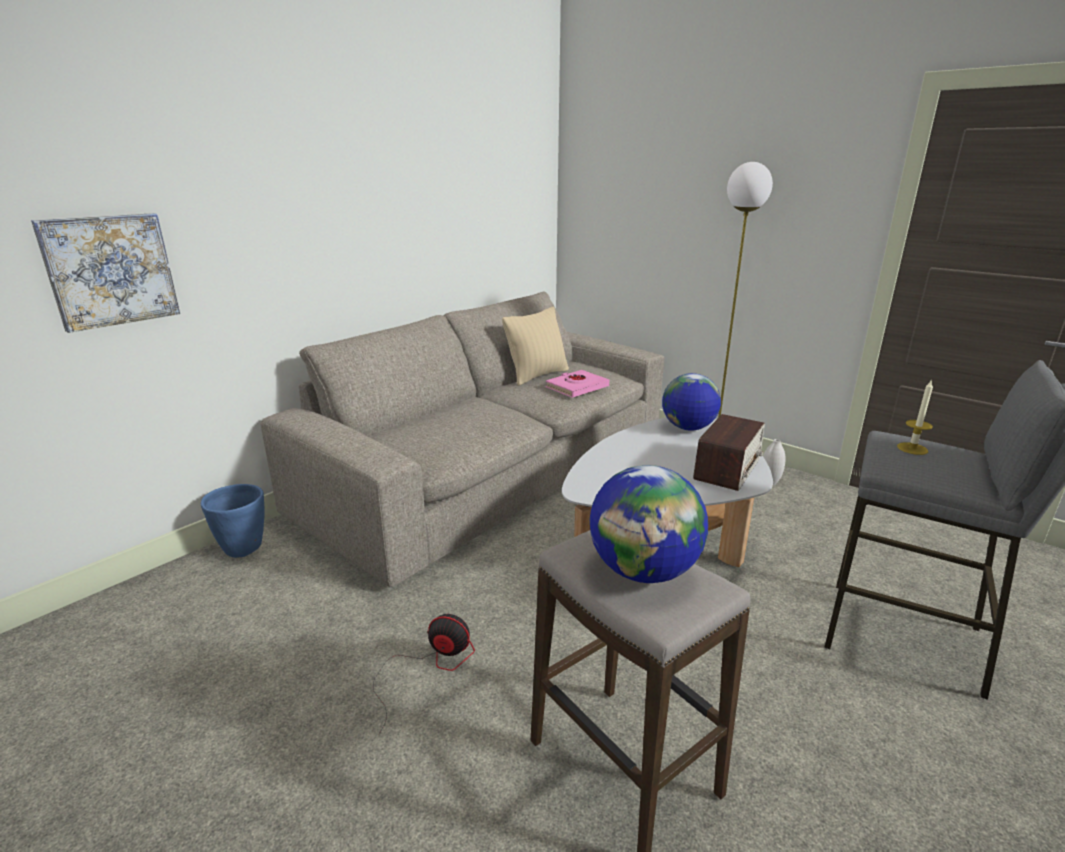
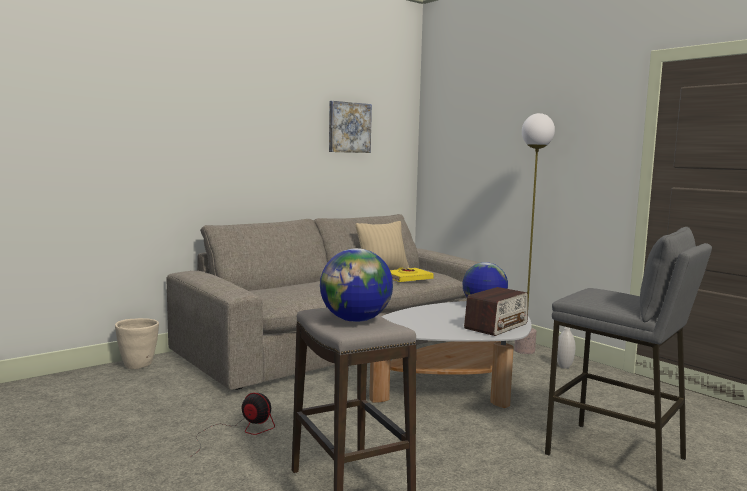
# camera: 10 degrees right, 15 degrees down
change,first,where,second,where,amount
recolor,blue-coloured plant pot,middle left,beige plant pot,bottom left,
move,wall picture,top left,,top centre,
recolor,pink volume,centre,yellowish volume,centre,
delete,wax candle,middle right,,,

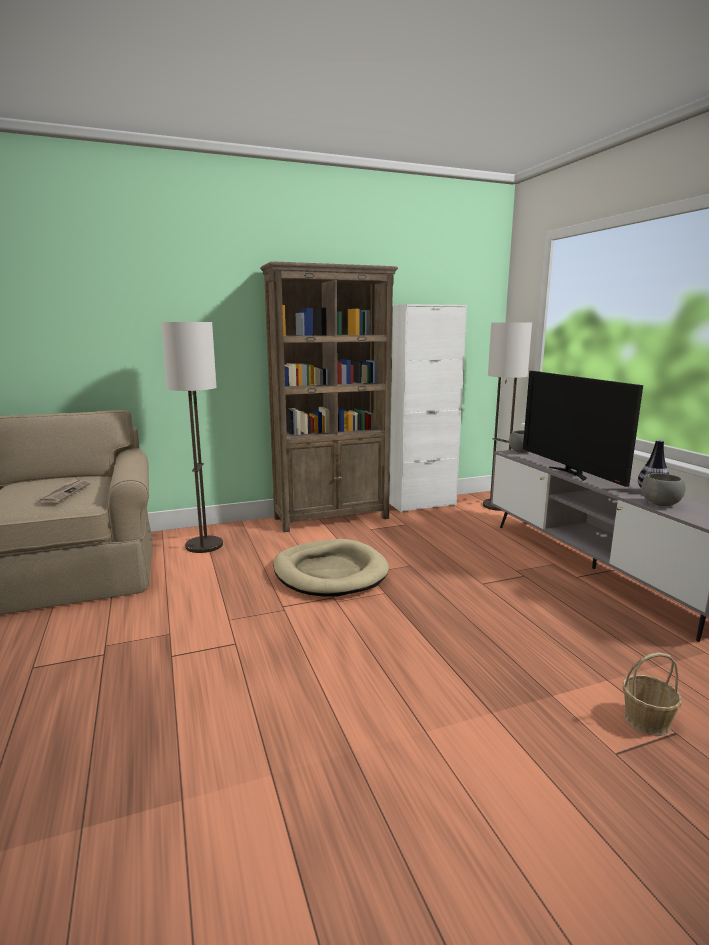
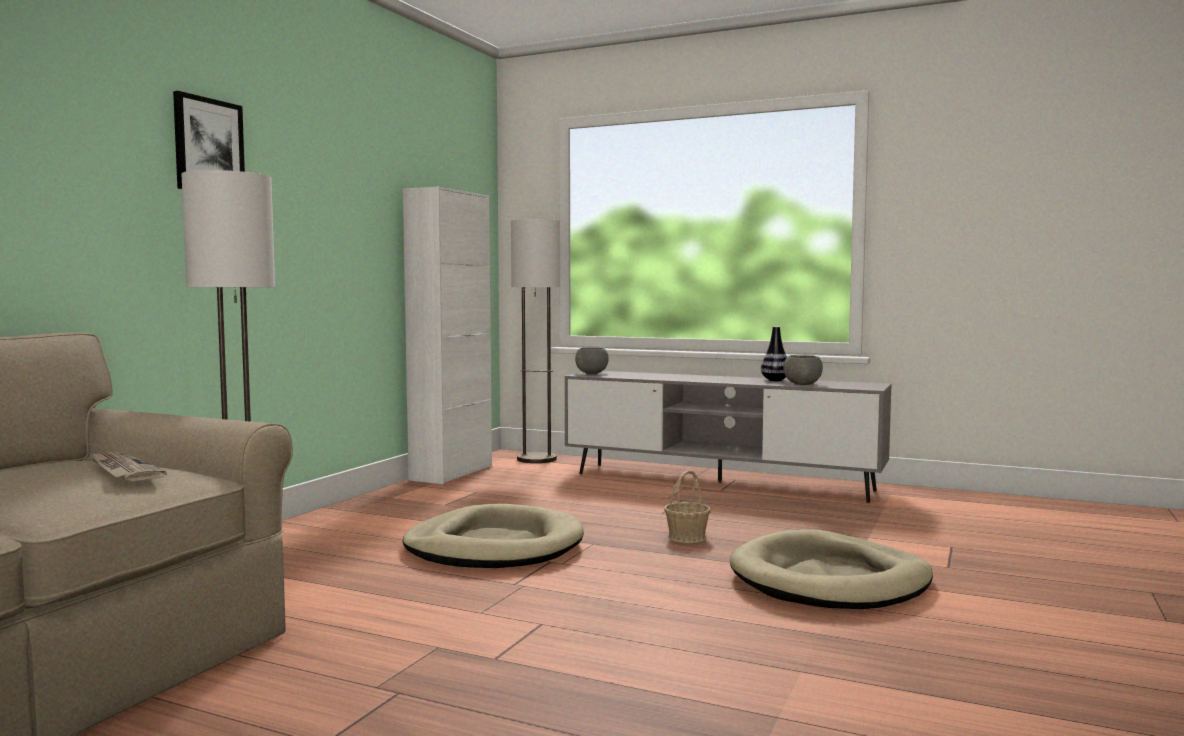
# camera: 45 degrees left, 10 degrees down
change,first,where,second,where,amount
insert,,,wall picture,top left,
move,basket,bottom right,,bottom centre,
insert,,,beige dog bed (2nd from left),bottom right,
delete,brown bookcase,centre,,,
delete,TV set,middle right,,,

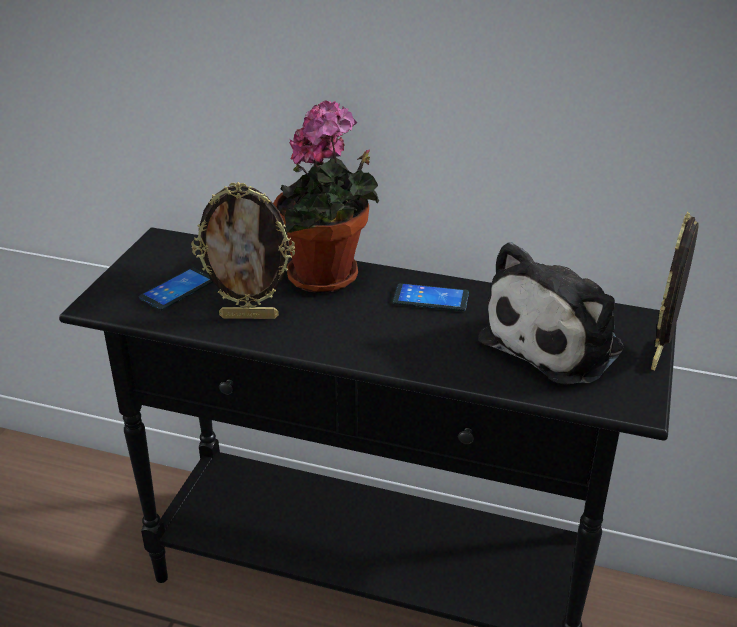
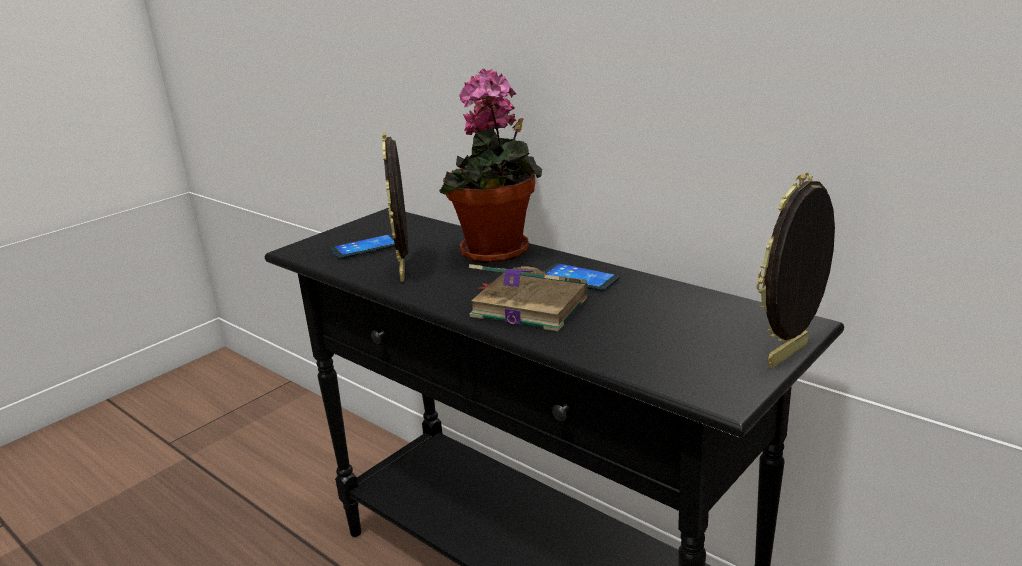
# camera: 25 degrees right, 10 degrees down
change,first,where,second,where,amount
rotate,photo frame (1st from left),middle left,,centre,60 degrees clockwise
insert,,,volume,centre,
delete,cuddly toy,middle right,,,

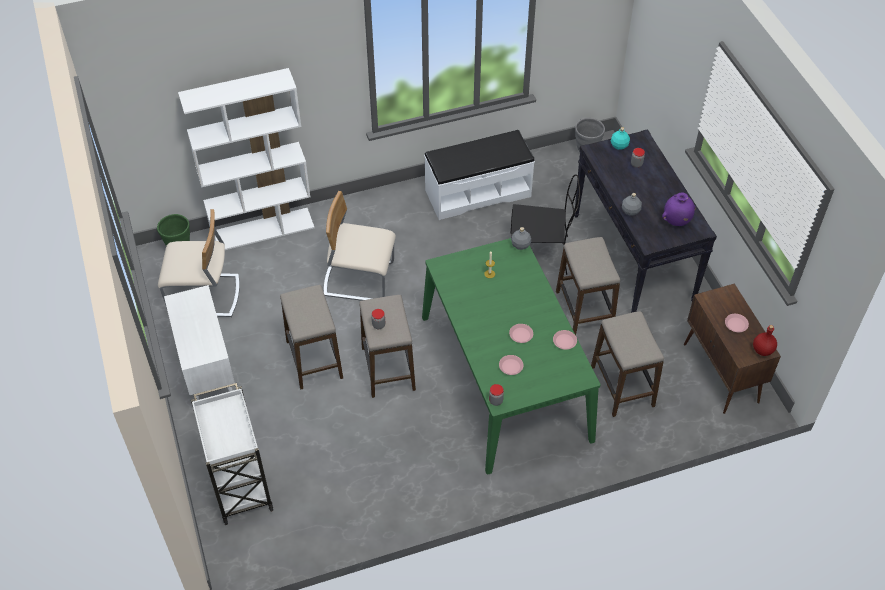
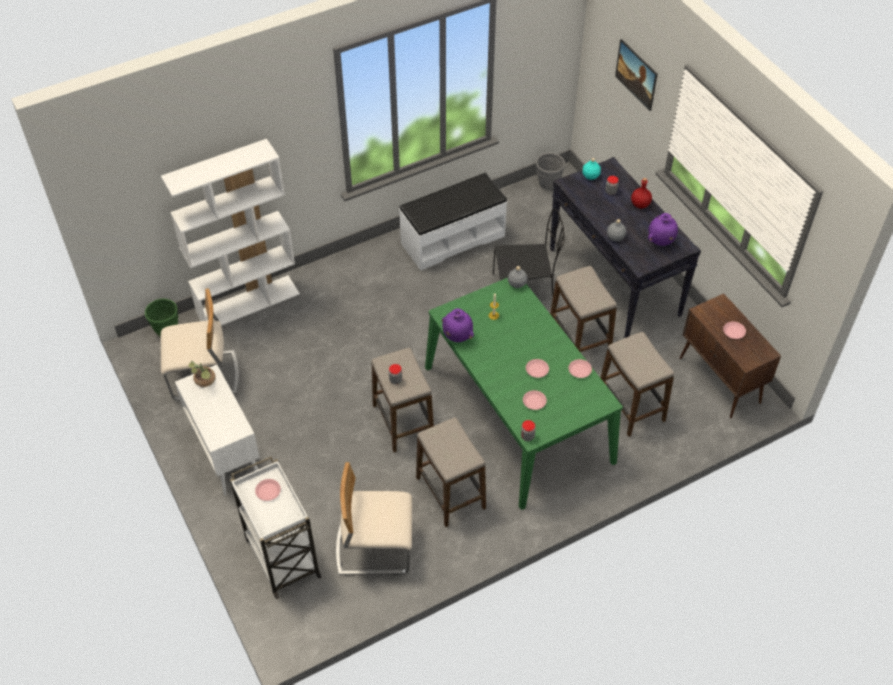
# camera: 10 degrees left, 0 degrees up
change,first,where,second,where,amount
insert,,,houseplant,middle left,
insert,,,pink flat dish (1st from left),bottom left,
move,beige upright chair (2nd from left),centre,,bottom centre,
move,stool seat (1st from left in the first image),centre,stool seat (2nd from left),bottom centre,
insert,,,purple decorative vase (1st from left),centre,
insert,,,wall picture,top right,
move,red-coloured drink bottle,middle right,,top right,

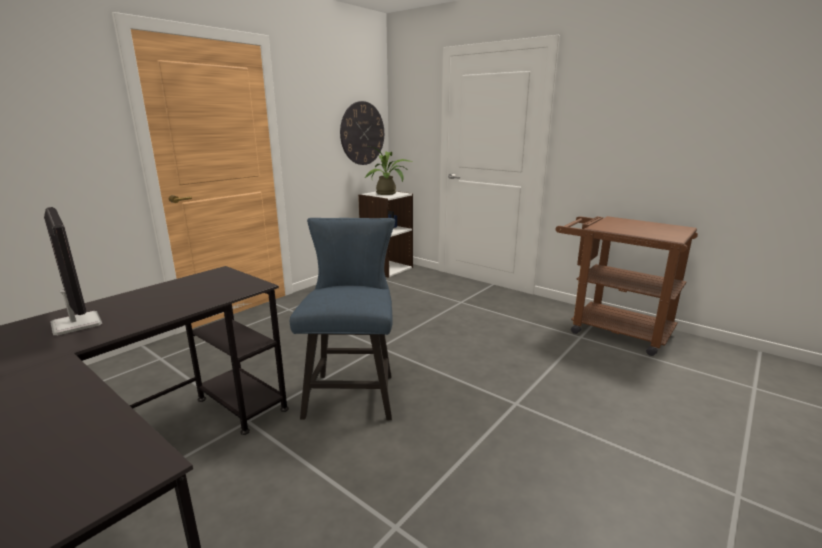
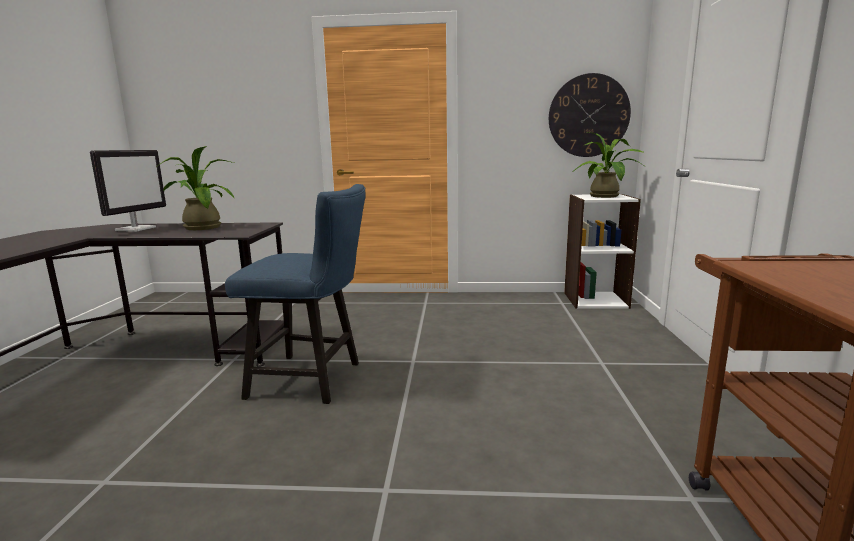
# camera: 55 degrees right, 5 degrees down
change,first,where,second,where,amount
insert,,,houseplant (1st from left),middle left,
rotate,blue-coloured upright chair,centre,,centre,45 degrees clockwise

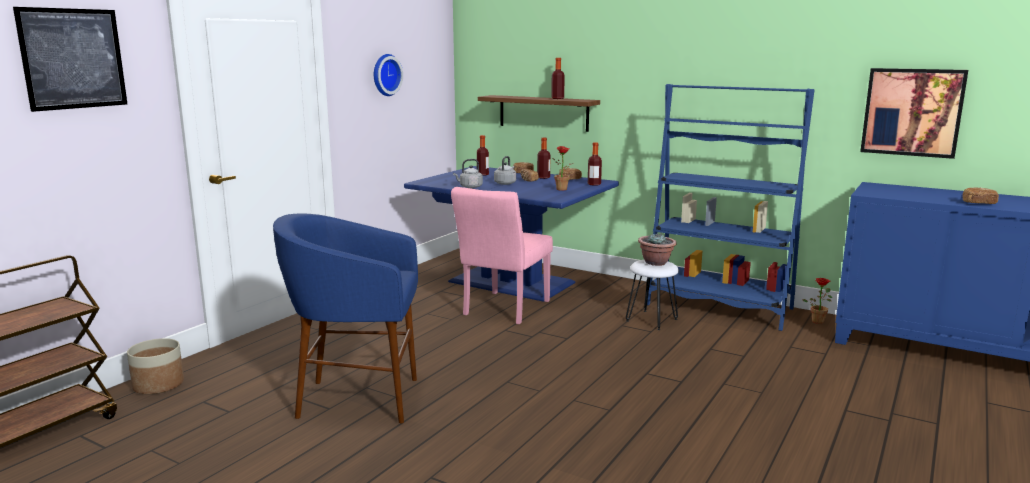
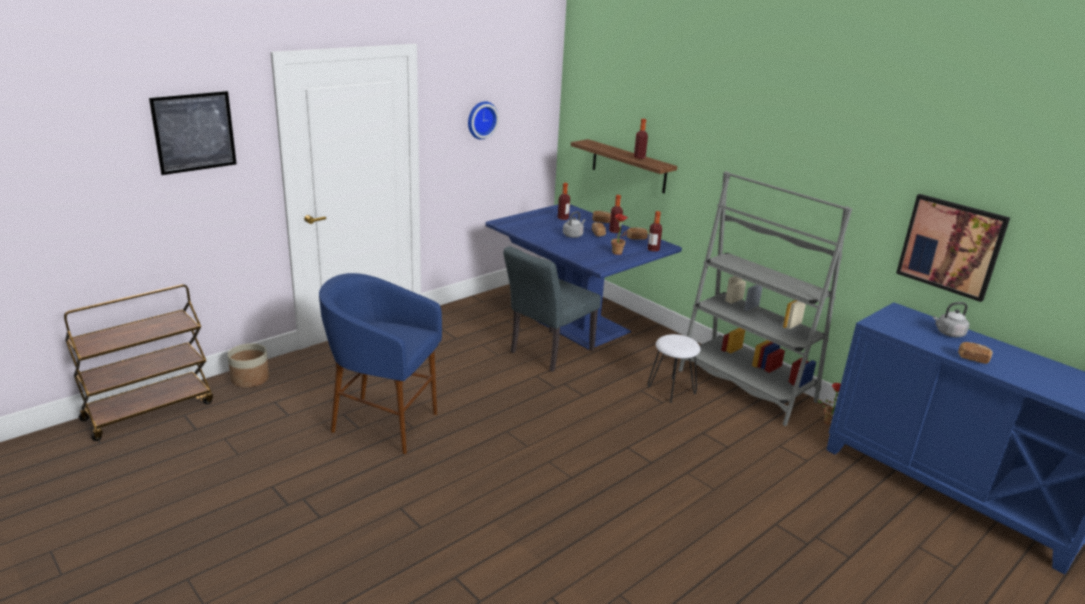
# camera: 15 degrees right, 10 degrees up
change,first,where,second,where,amount
recolor,pink upright chair,centre,greyish upright chair,centre,
recolor,blue-coloured bookcase,middle right,greyish bookcase,middle right,
move,greyish water kettle (1st from left in the first image),centre,greyish water kettle (2nd from left),middle right,
delete,houseplant (2nd from left),centre,,,

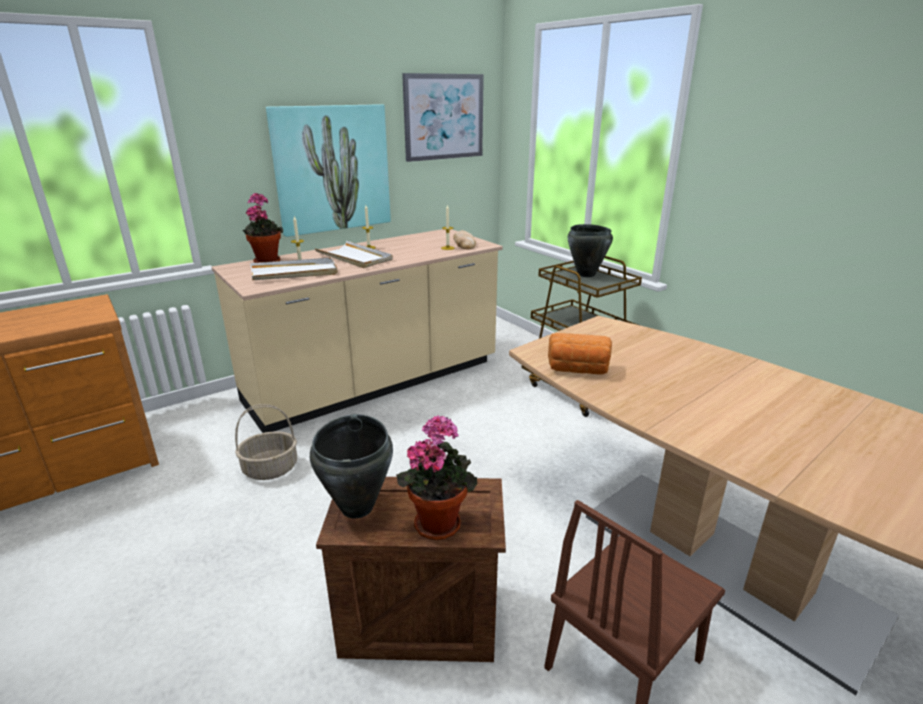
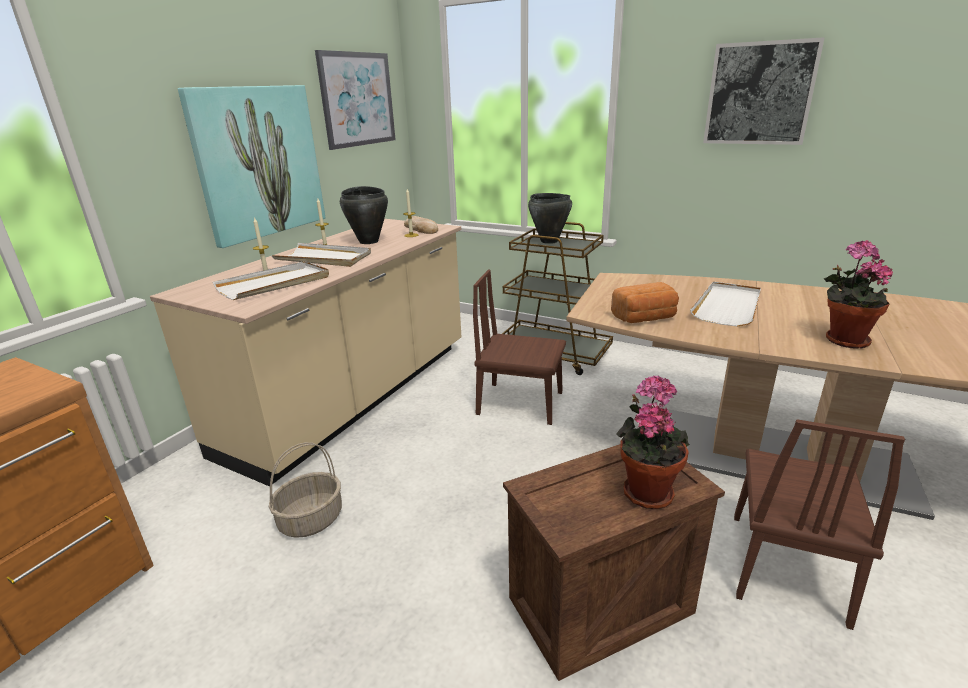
# camera: 25 degrees left, 0 degrees up
change,first,where,second,where,amount
move,blackish stockpot (1st from left),centre,,top centre,
insert,,,brown upright chair (1st from left),centre,
insert,,,white serving tray (3rd from left),middle right,
insert,,,wall picture (3rd from left),top right,
move,houseplant (1st from left in the first image),top left,houseplant (2nd from left),middle right,

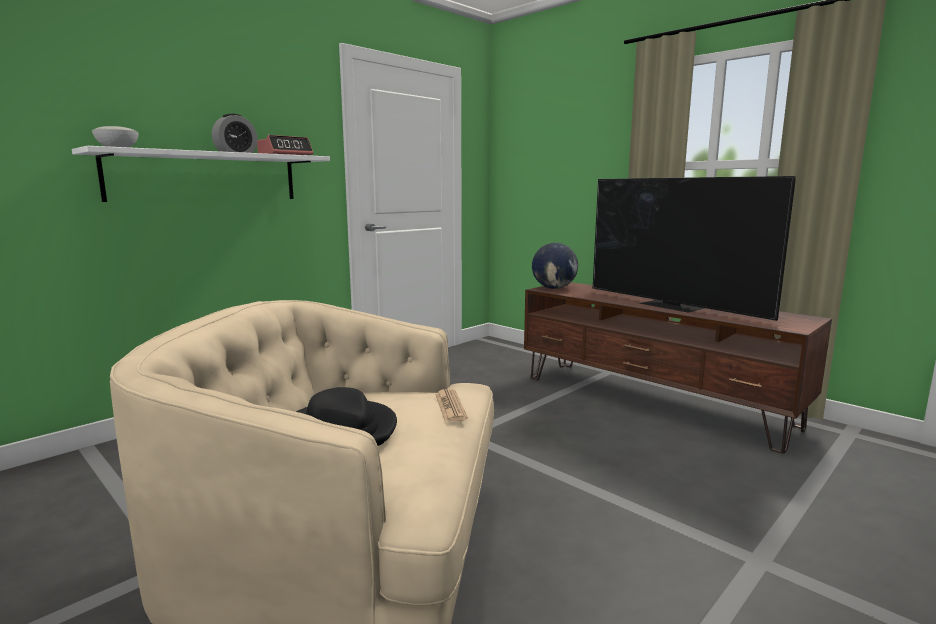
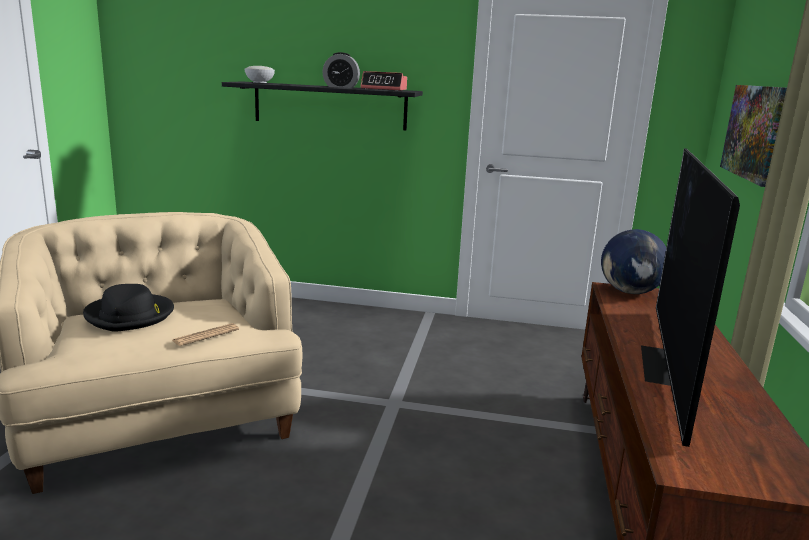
# camera: 55 degrees right, 5 degrees up
change,first,where,second,where,amount
recolor,white bracket shelf,top left,blackish bracket shelf,top centre,
insert,,,wall picture,top right,

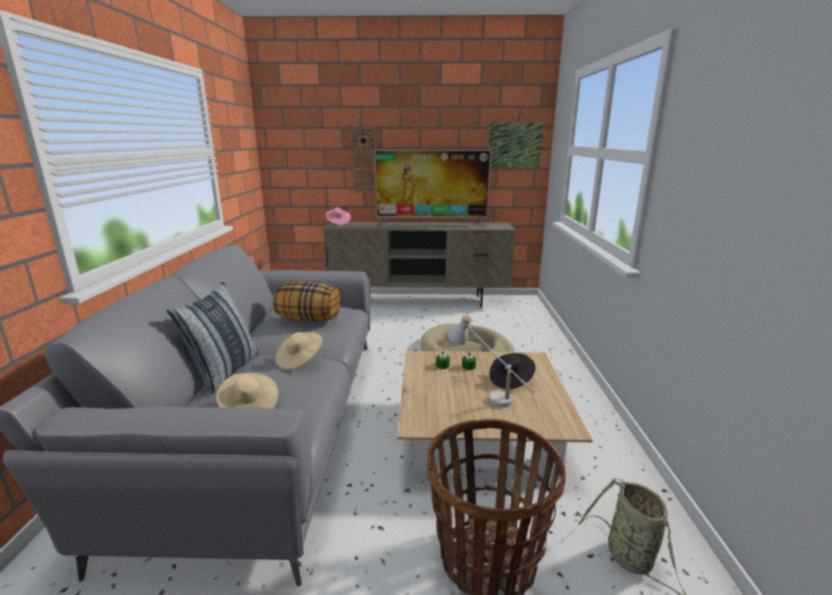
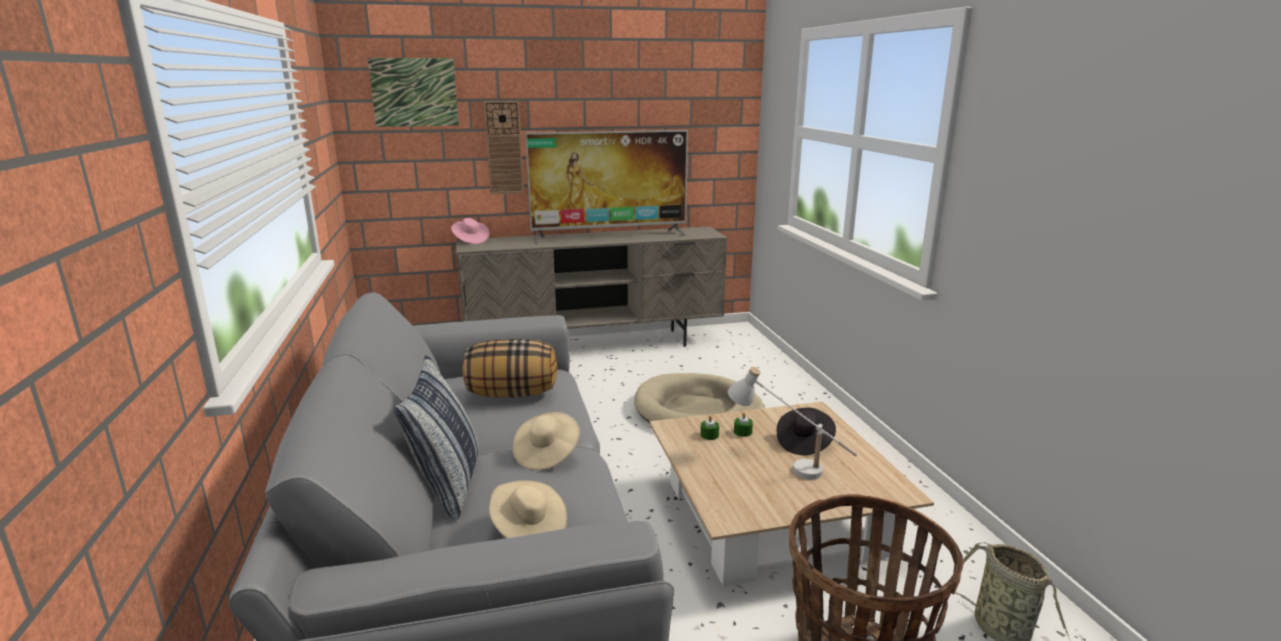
# camera: 15 degrees left, 0 degrees up
change,first,where,second,where,amount
move,wall picture,top centre,,top left,

